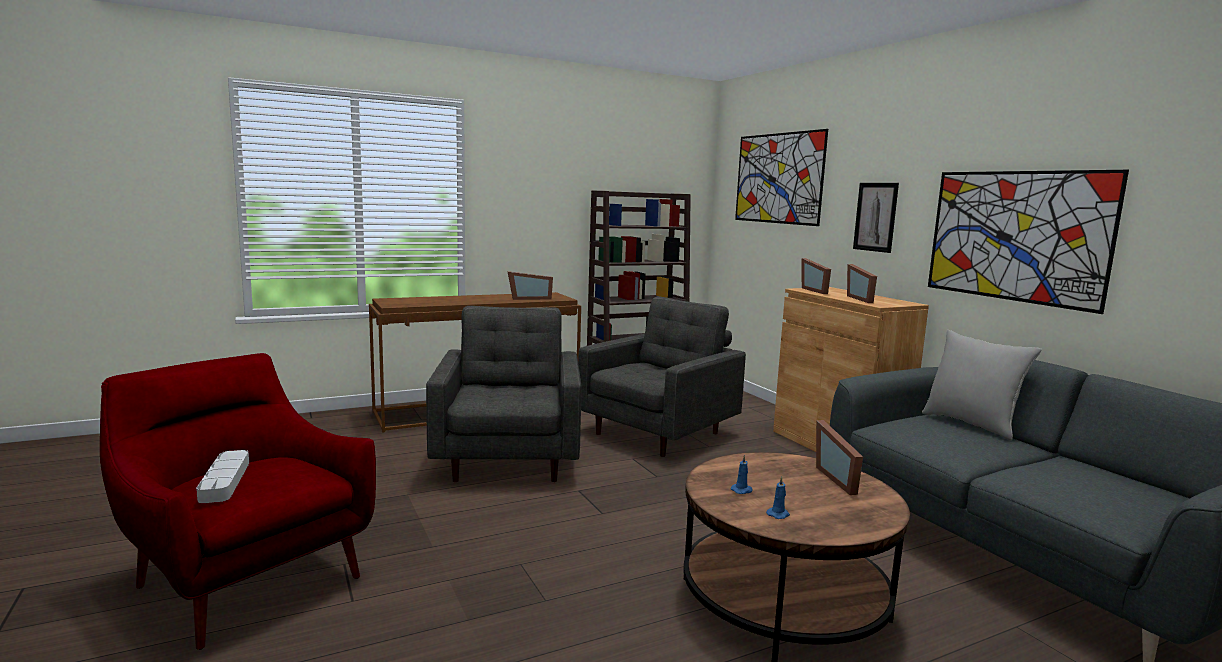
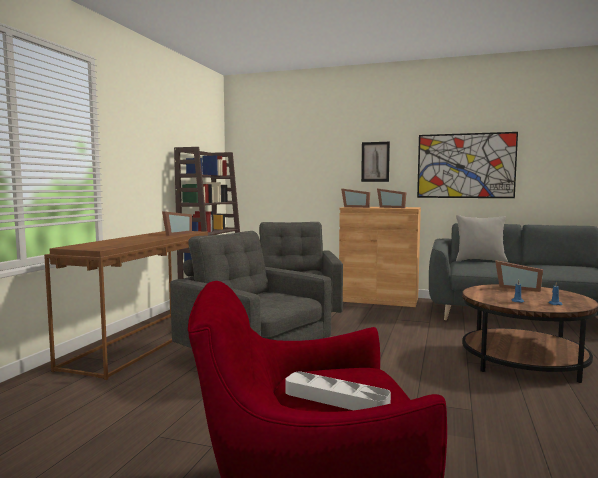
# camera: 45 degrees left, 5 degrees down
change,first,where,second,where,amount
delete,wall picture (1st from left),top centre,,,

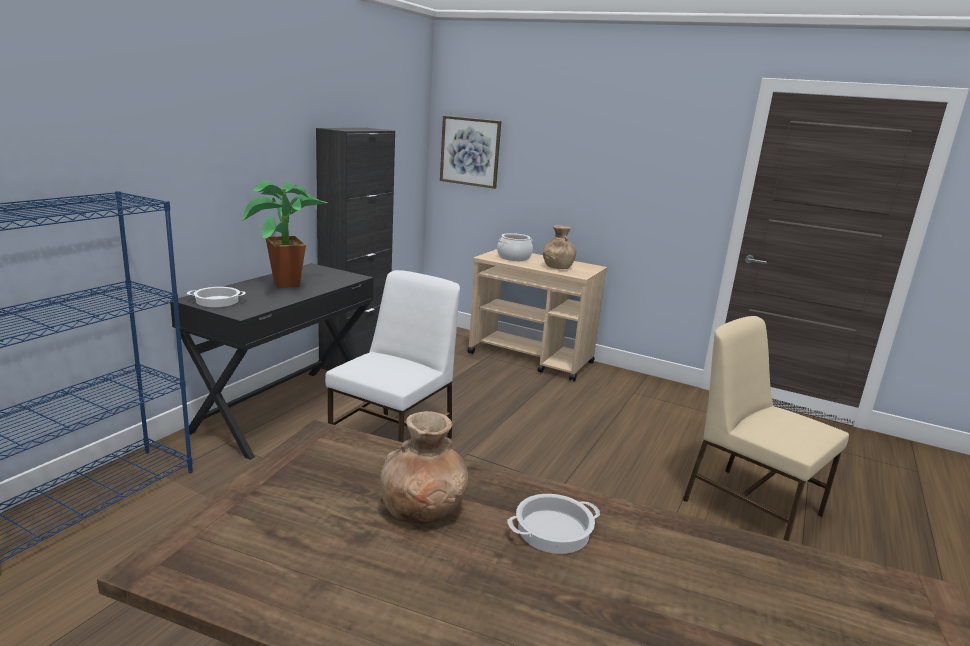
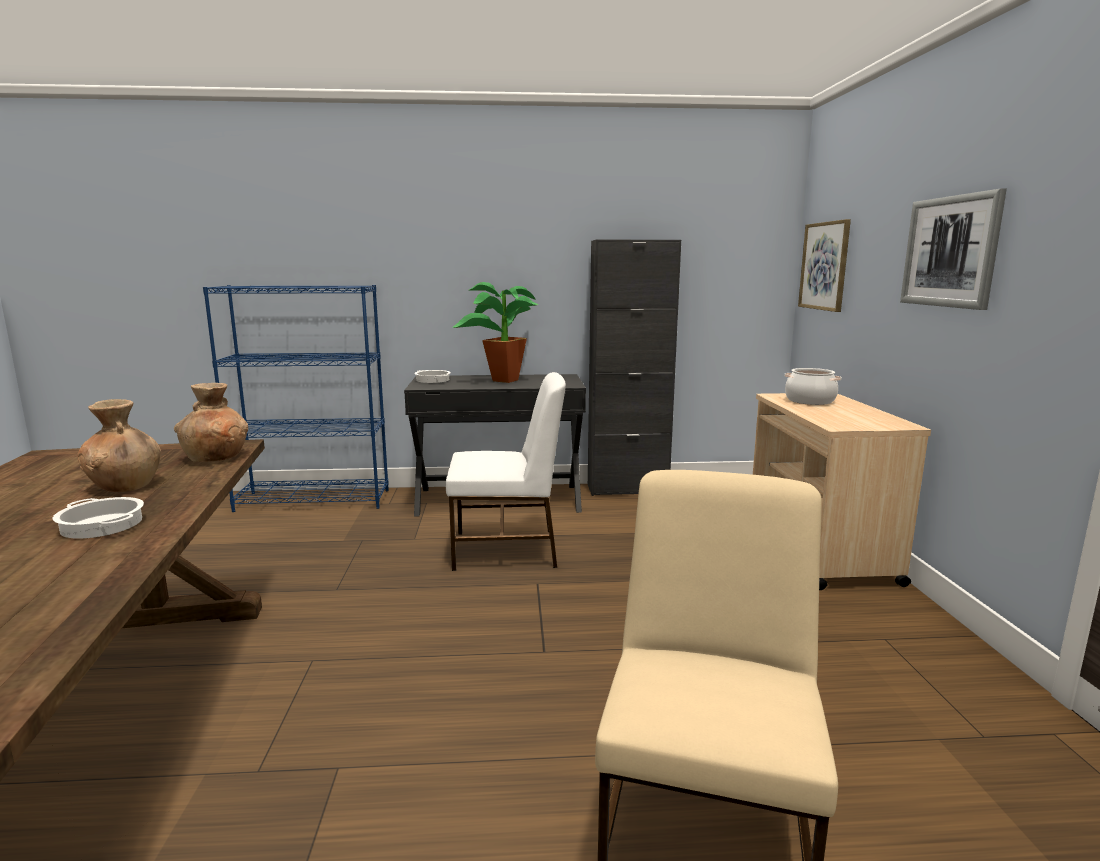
# camera: 60 degrees right, 5 degrees down
change,first,where,second,where,amount
move,brown decorative vase (2nd from left),centre,,middle left,
insert,,,wall picture (2nd from left),top right,

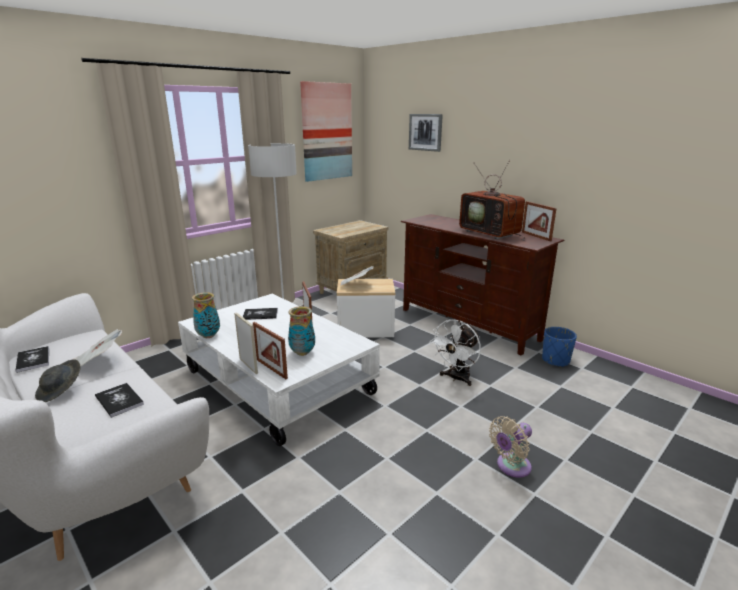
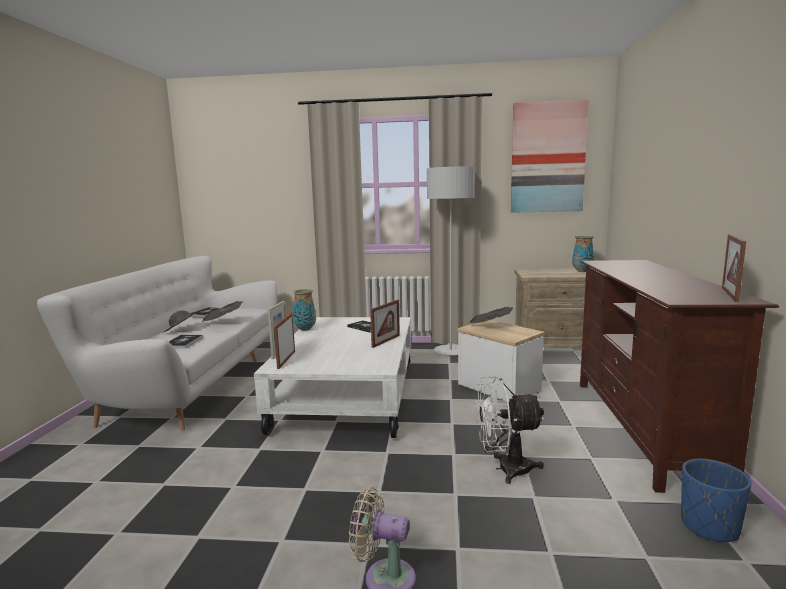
# camera: 50 degrees right, 10 degrees down
change,first,where,second,where,amount
move,decorative vase (2nd from left),centre,,middle right,
delete,wall picture (2nd from left),top centre,,,
delete,TV set,middle right,,,

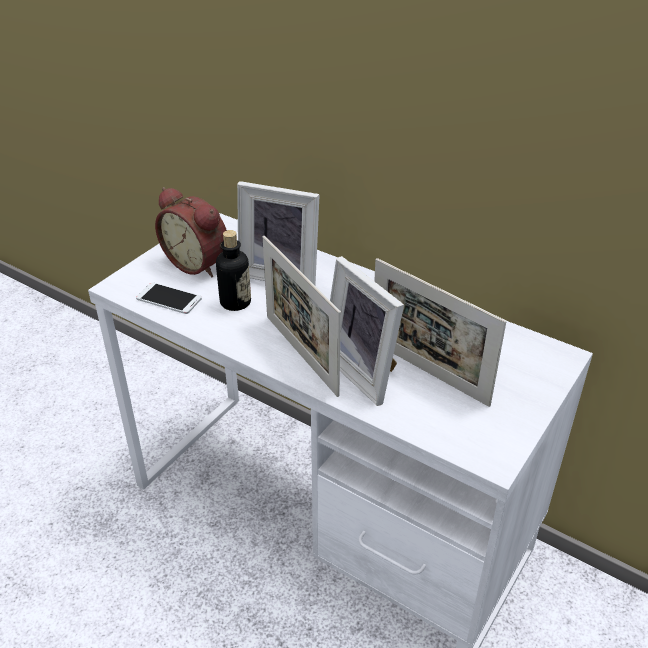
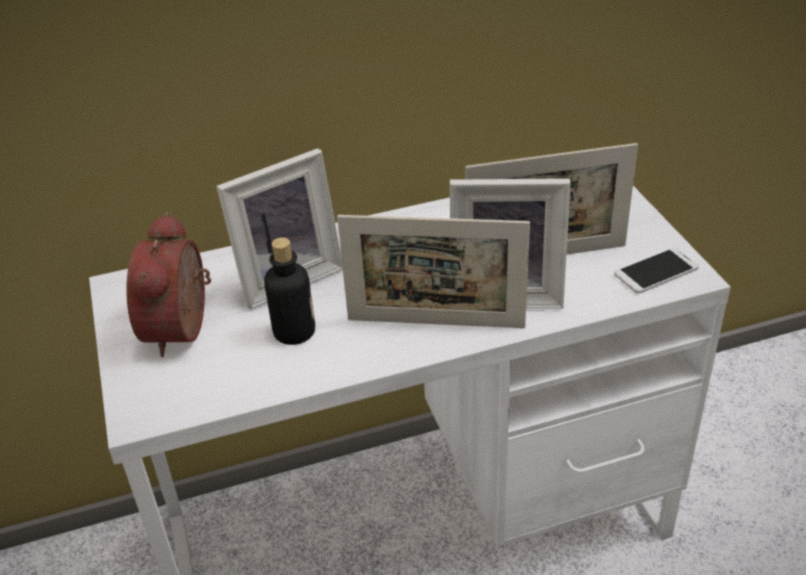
# camera: 50 degrees left, 0 degrees up
change,first,where,second,where,amount
rotate,table clock,middle left,,middle left,105 degrees clockwise
move,phone,middle left,,middle right,

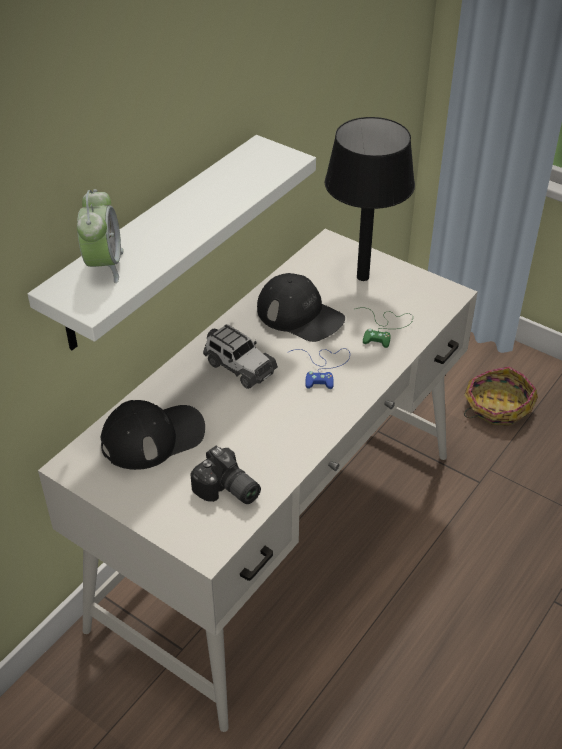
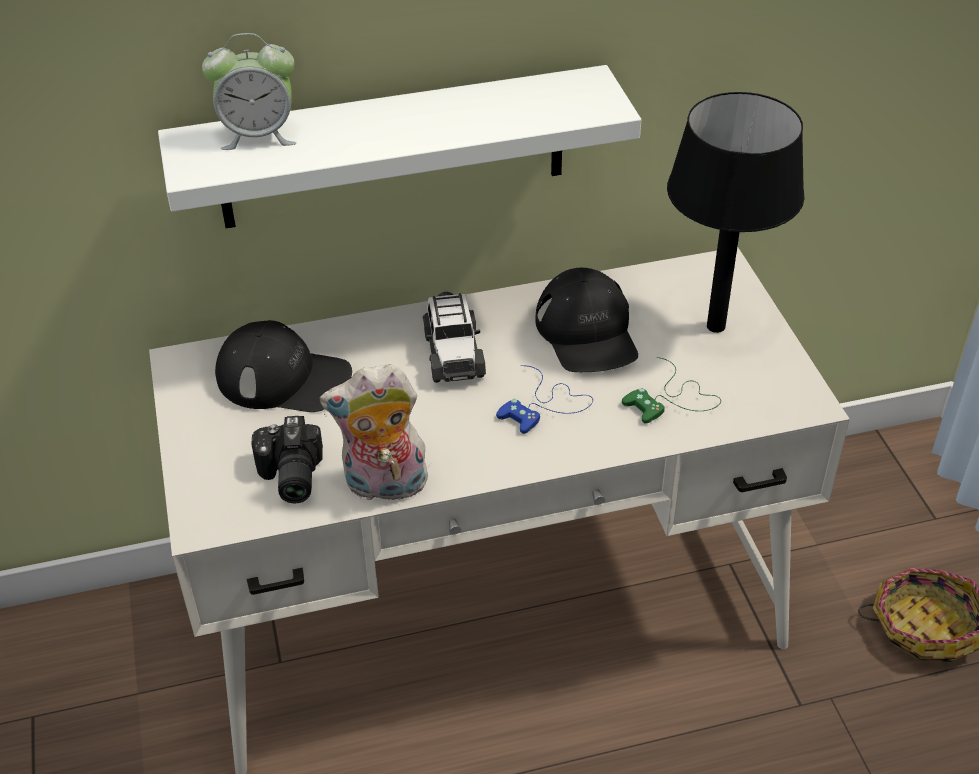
# camera: 40 degrees right, 0 degrees up
change,first,where,second,where,amount
rotate,table clock,top left,,top left,45 degrees clockwise
insert,,,cuddly toy,centre,

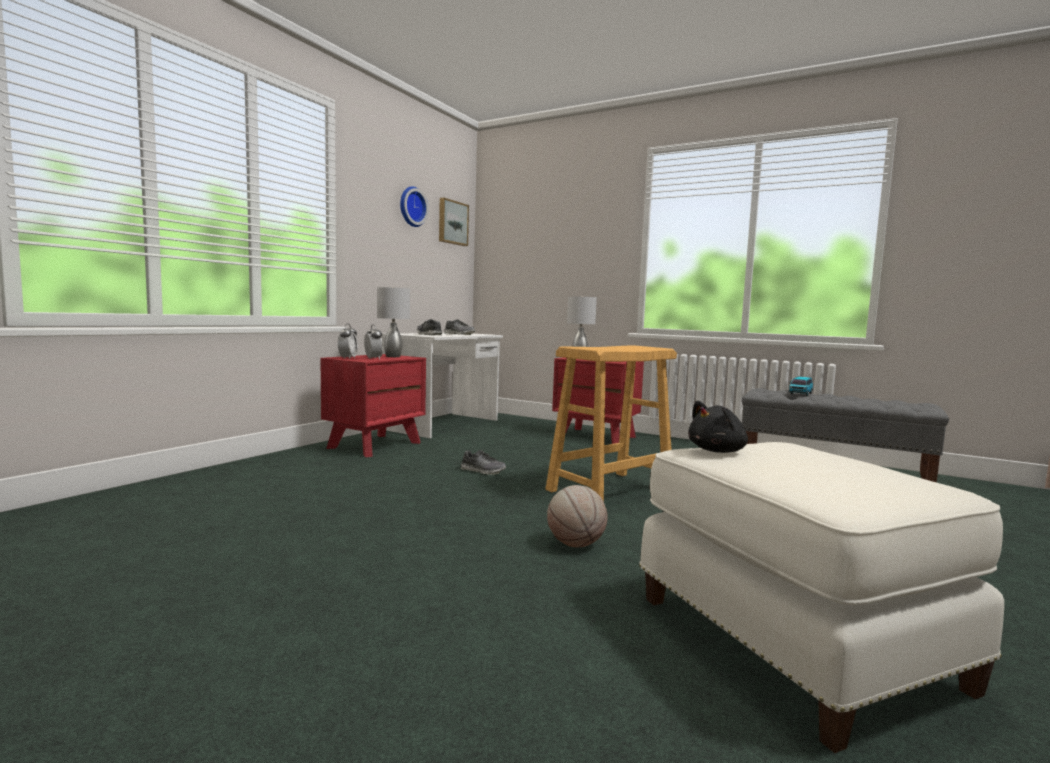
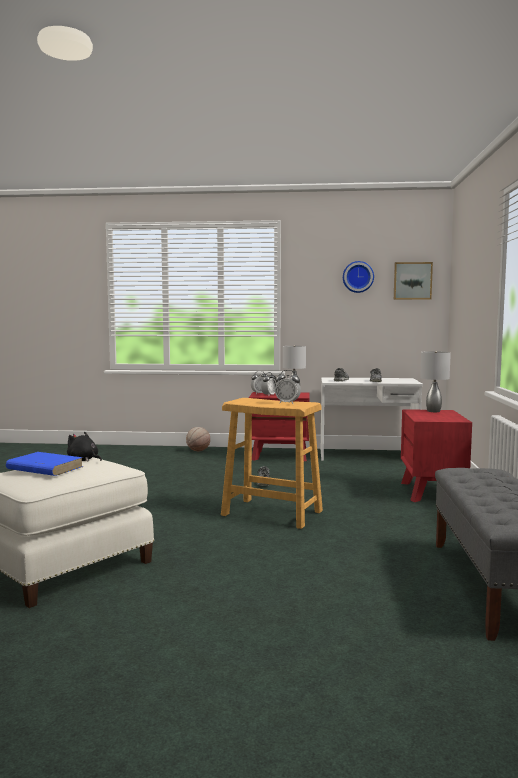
# camera: 65 degrees right, 0 degrees up
change,first,where,second,where,amount
insert,,,blue-coloured volume,middle left,
move,basketball,bottom centre,,centre,
insert,,,table clock (3rd from left),centre,
delete,miniature car,middle right,,,

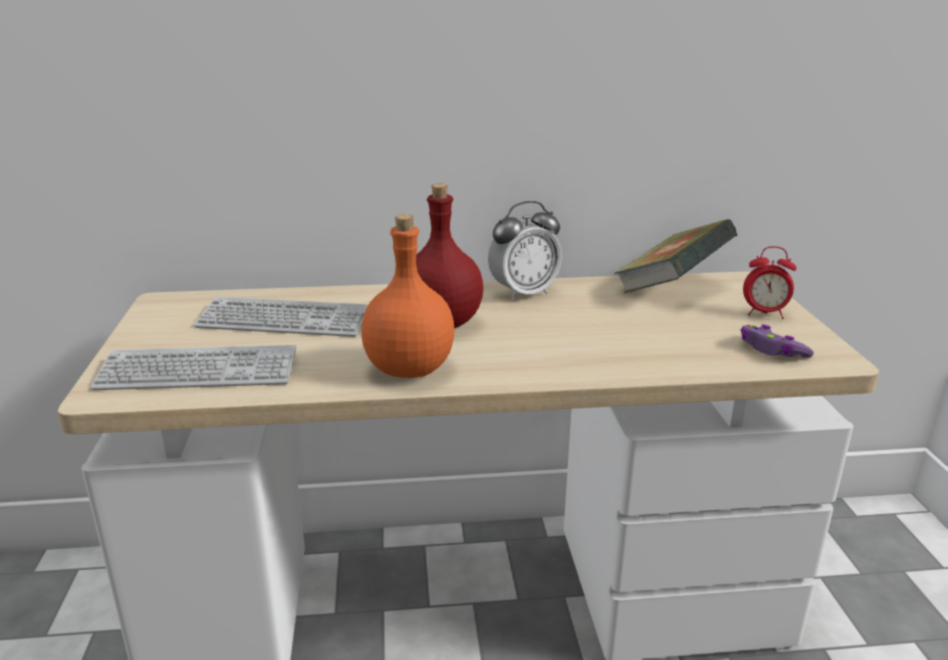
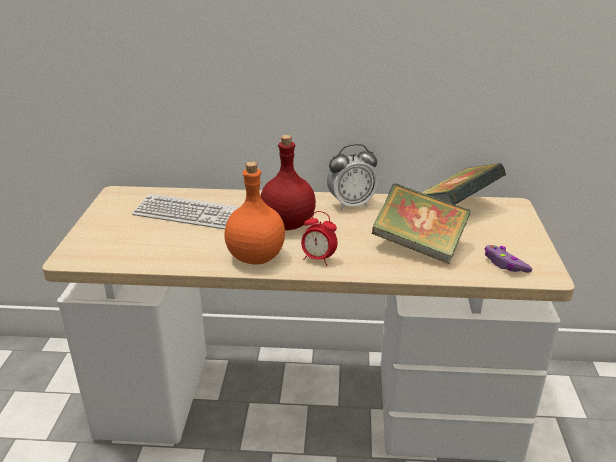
# camera: 10 degrees right, 5 degrees up
change,first,where,second,where,amount
move,table clock (2nd from left in the first image),middle right,table clock (1st from left),centre,
insert,,,volume (1st from left),middle right,
delete,keyboard (1st from left),middle left,,,

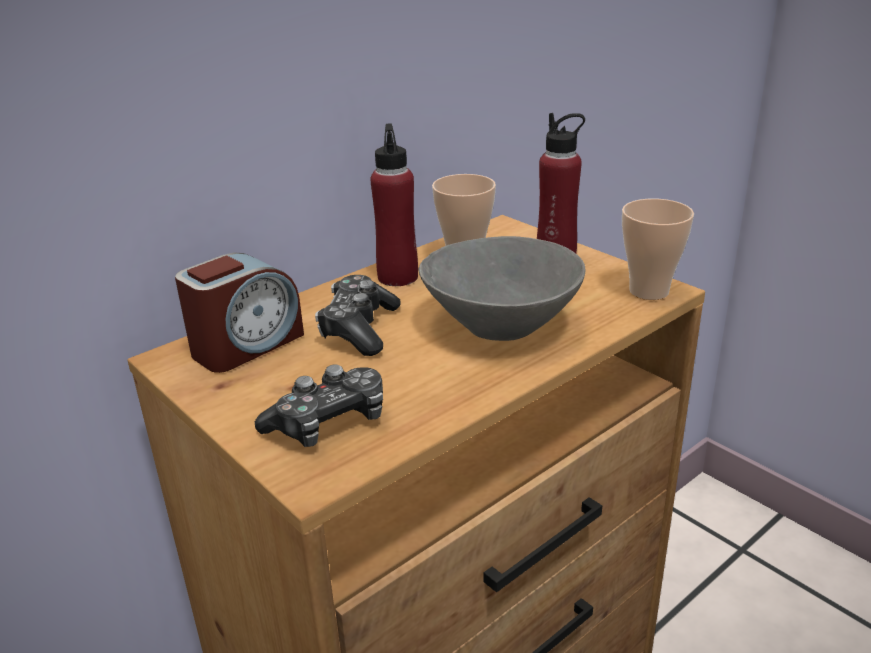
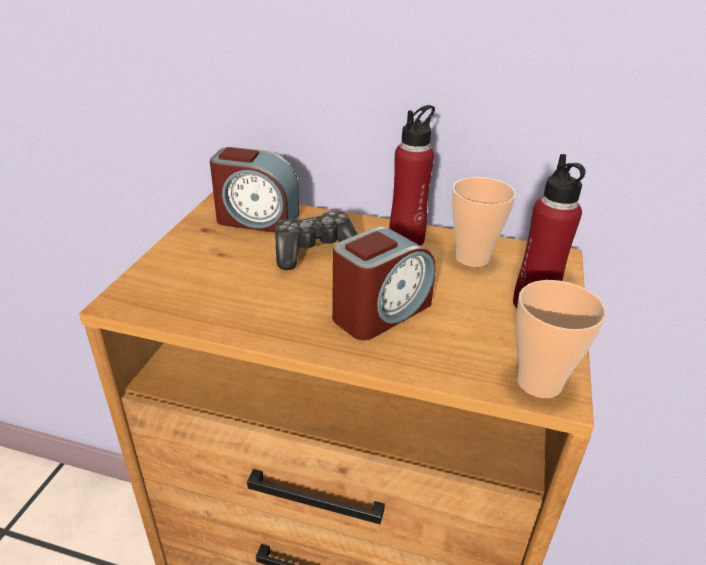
# camera: 55 degrees right, 5 degrees up
change,first,where,second,where,amount
replace,greyish deep dish,centre,table clock (2nd from left),centre,
delete,gamepad (1st from left),centre,,,

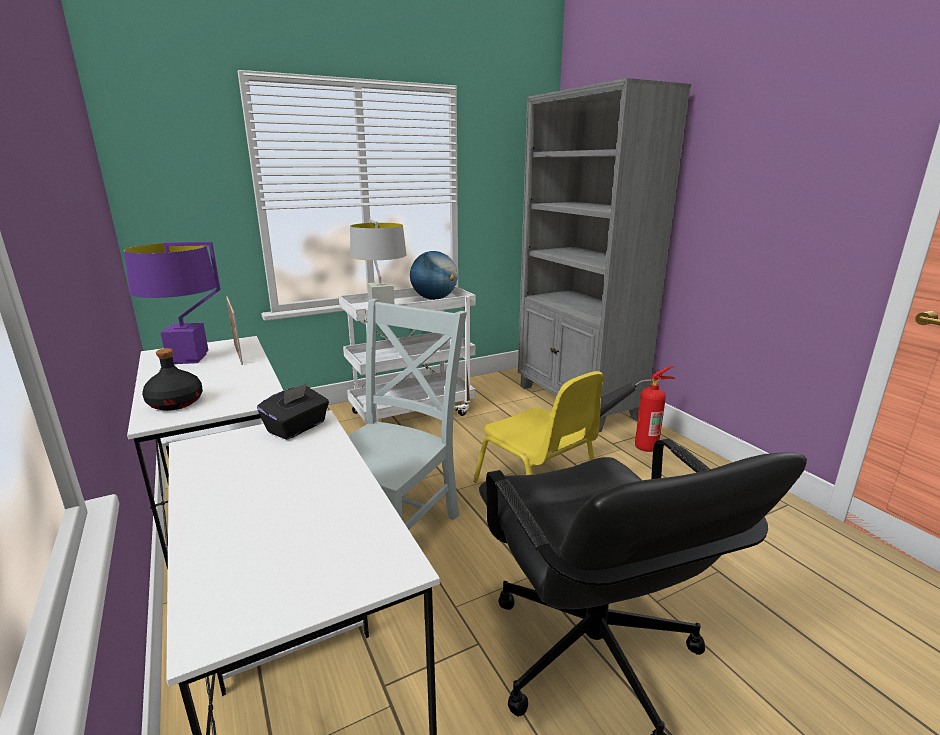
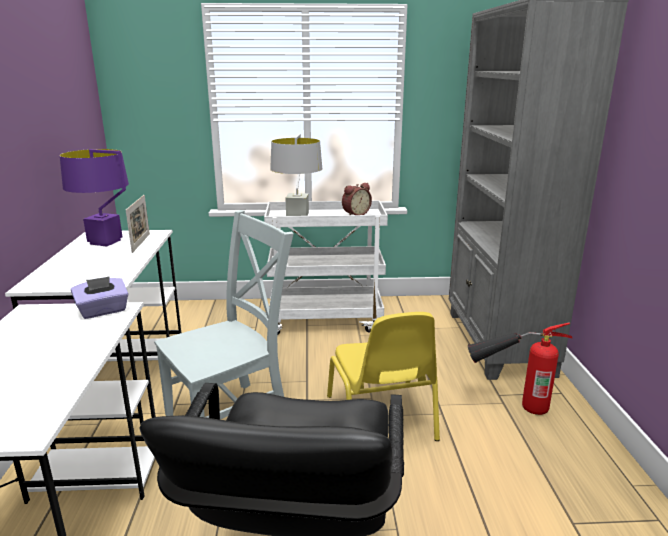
# camera: 25 degrees right, 0 degrees up
change,first,where,second,where,amount
recolor,blackish tissue holder,middle left,purple tissue holder,middle left,
replace,desk globe,centre,table clock,centre,
delete,blackish drink bottle,middle left,,,

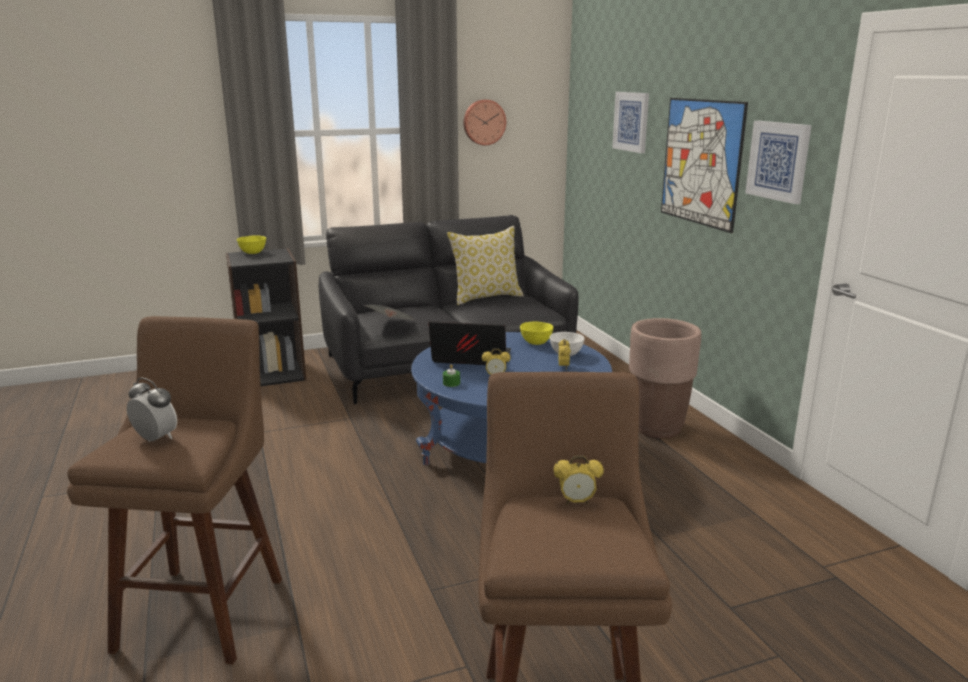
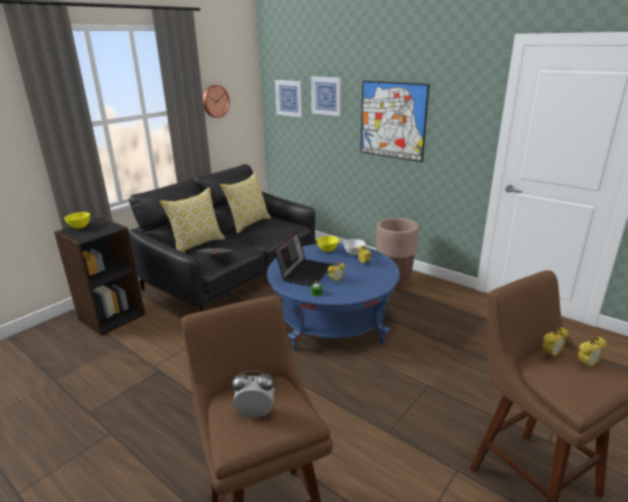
# camera: 30 degrees left, 5 degrees up
change,first,where,second,where,amount
insert,,,pillow (1st from left),middle left,
move,wall picture (3rd from left in the first image),top right,wall picture (1st from left),top centre,
rotate,laptop,centre,,centre,135 degrees clockwise
insert,,,table clock (5th from left),bottom right,

